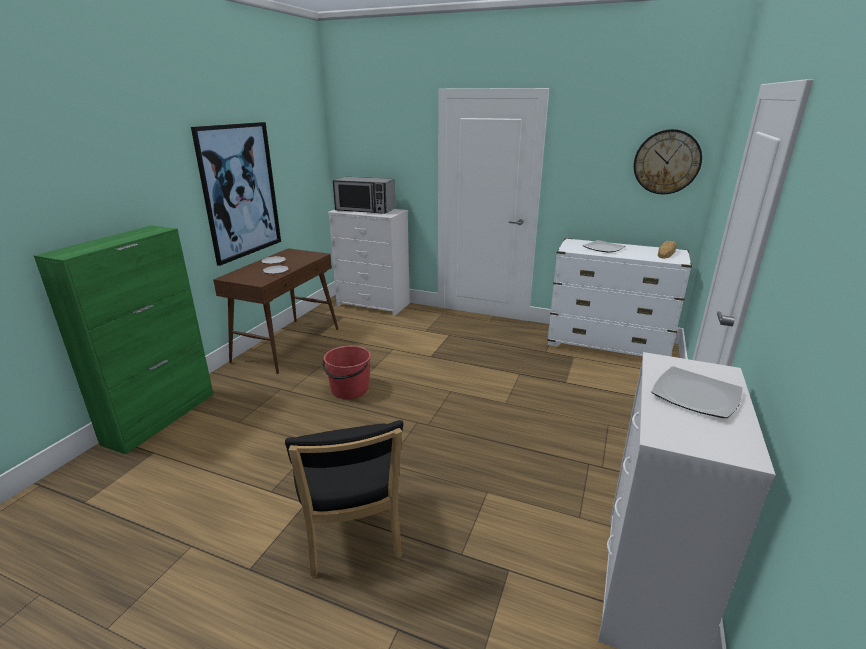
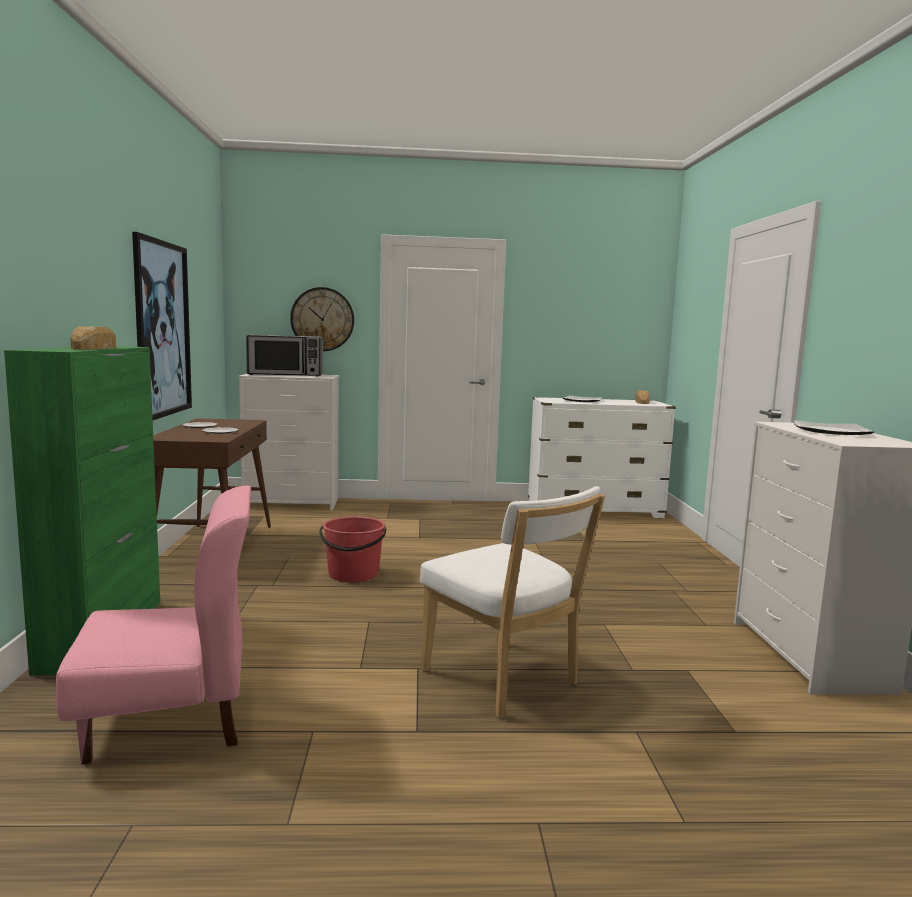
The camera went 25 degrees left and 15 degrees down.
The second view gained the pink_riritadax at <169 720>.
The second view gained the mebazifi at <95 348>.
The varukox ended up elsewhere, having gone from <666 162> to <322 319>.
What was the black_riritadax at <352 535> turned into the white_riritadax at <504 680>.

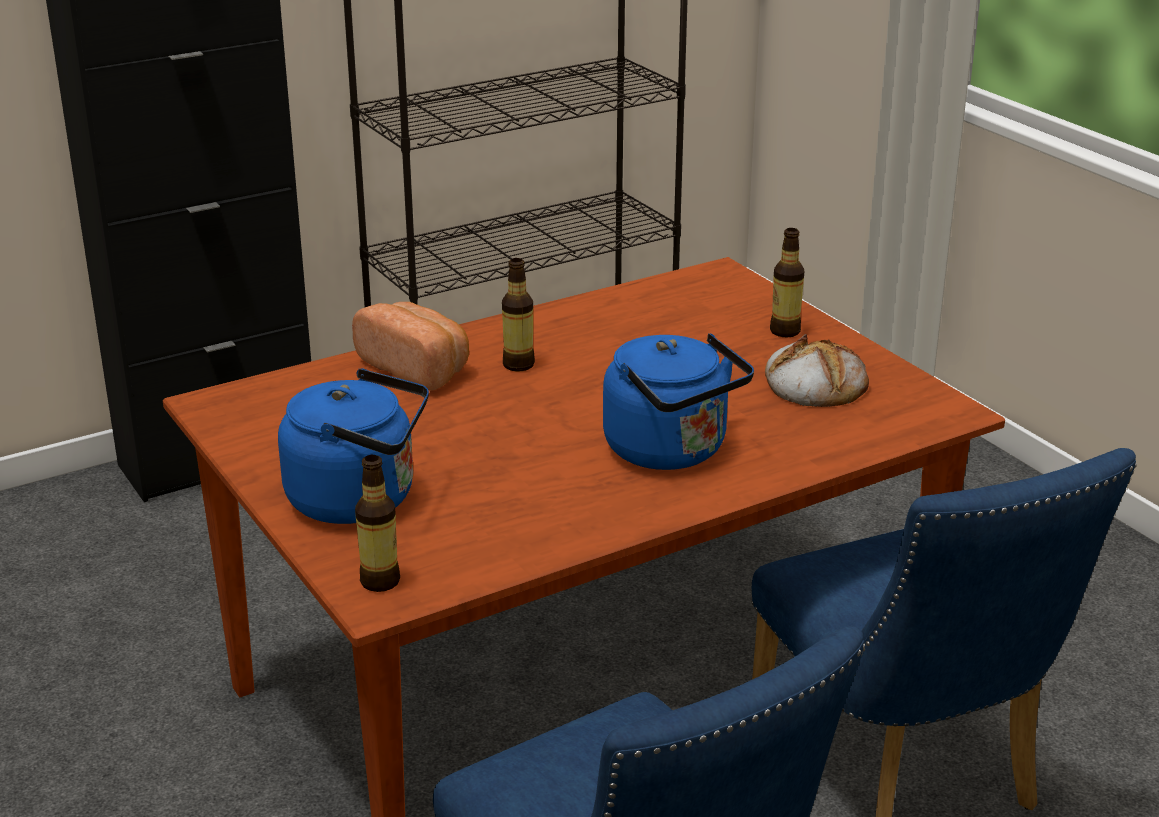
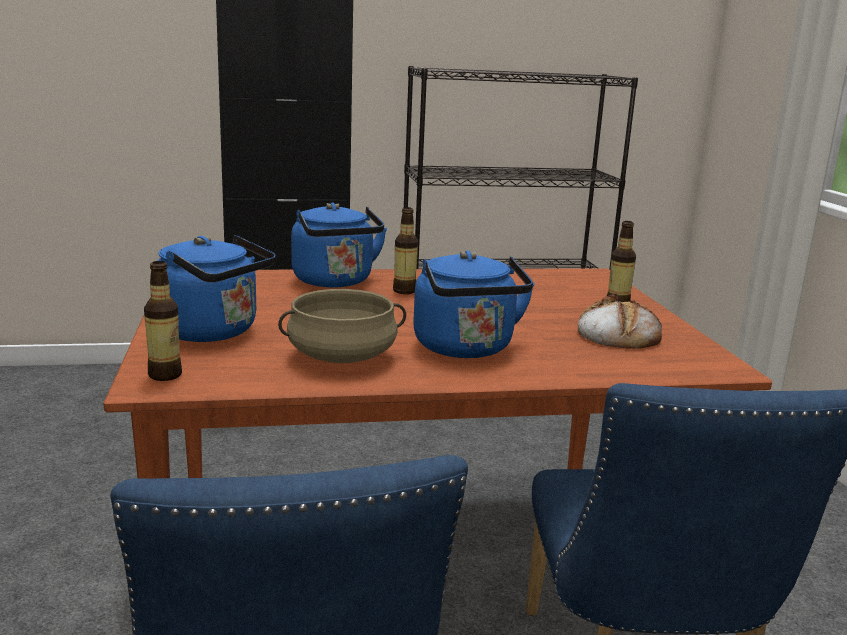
The camera went 20 degrees right and 10 degrees down.
The second view gained the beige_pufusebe at <342 357>.
Where the mebazifi stood at <417 368>, the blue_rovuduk came to stand at <335 282>.

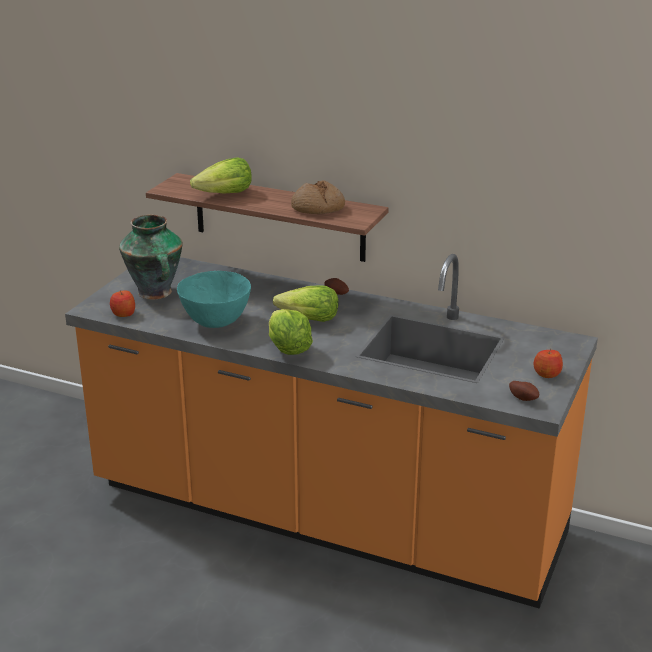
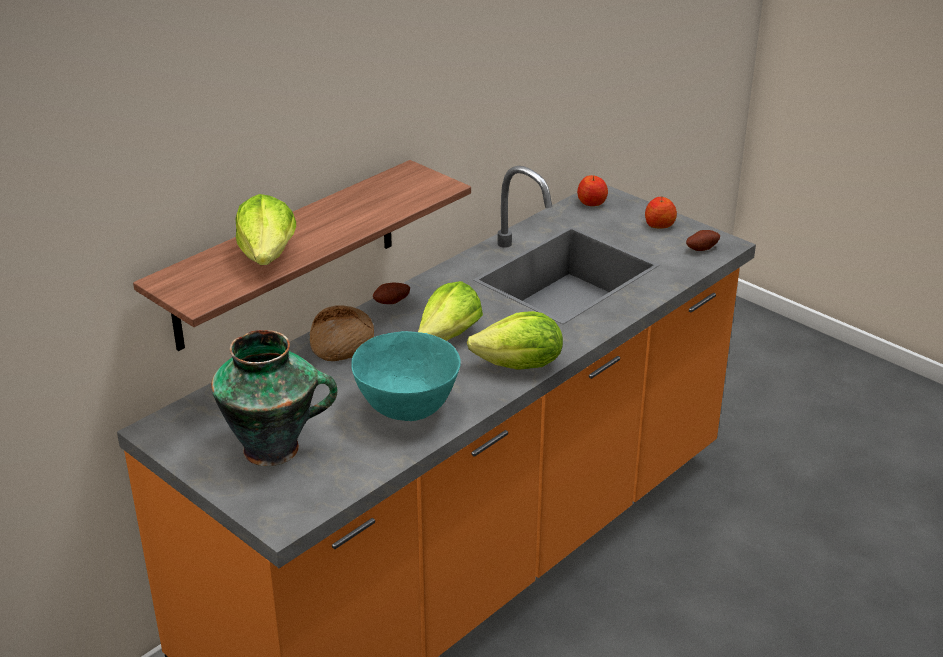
The camera went 70 degrees left and 5 degrees up.
The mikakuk ended up elsewhere, having gone from <123 314> to <592 203>.
The mebazifi ended up elsewhere, having gone from <318 208> to <342 343>.

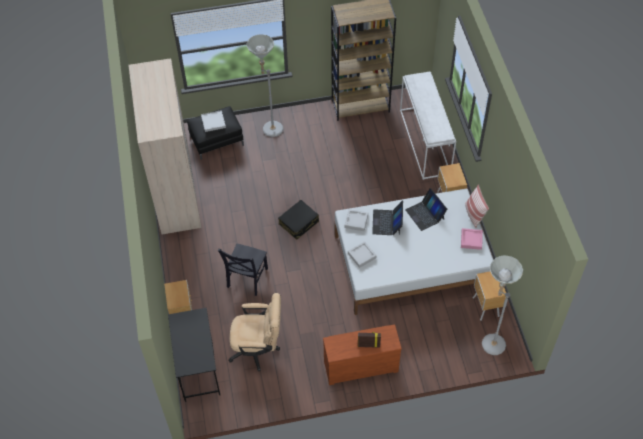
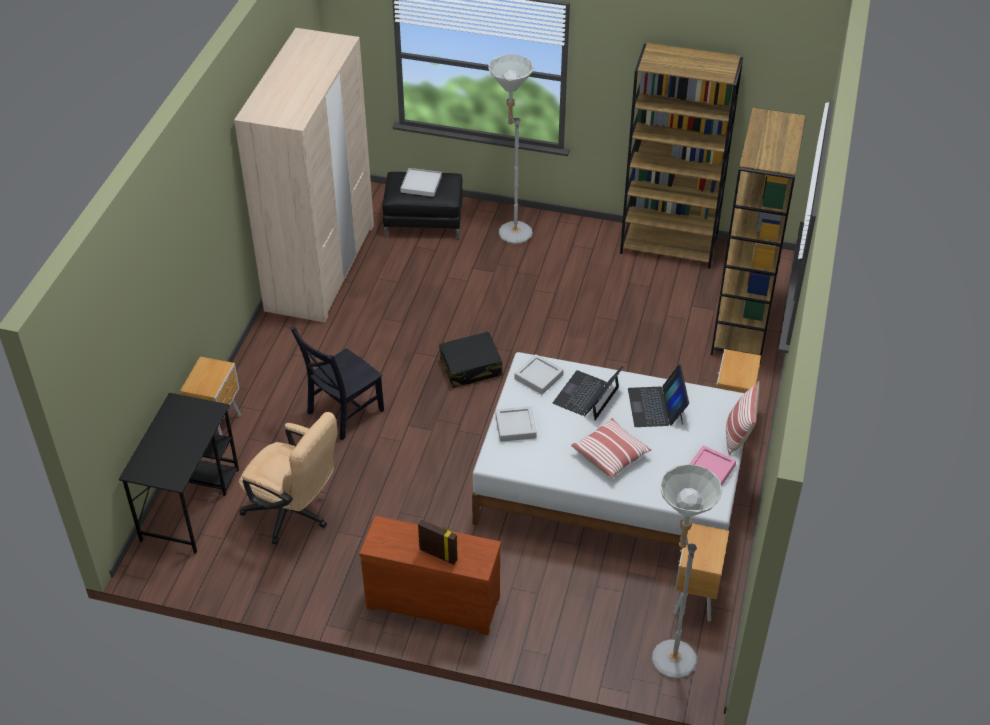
The camera went 25 degrees right and 10 degrees down.
The second view gained the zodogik at <611 455>.
Where the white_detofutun stood at <425 142>, the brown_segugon came to stand at <742 327>.

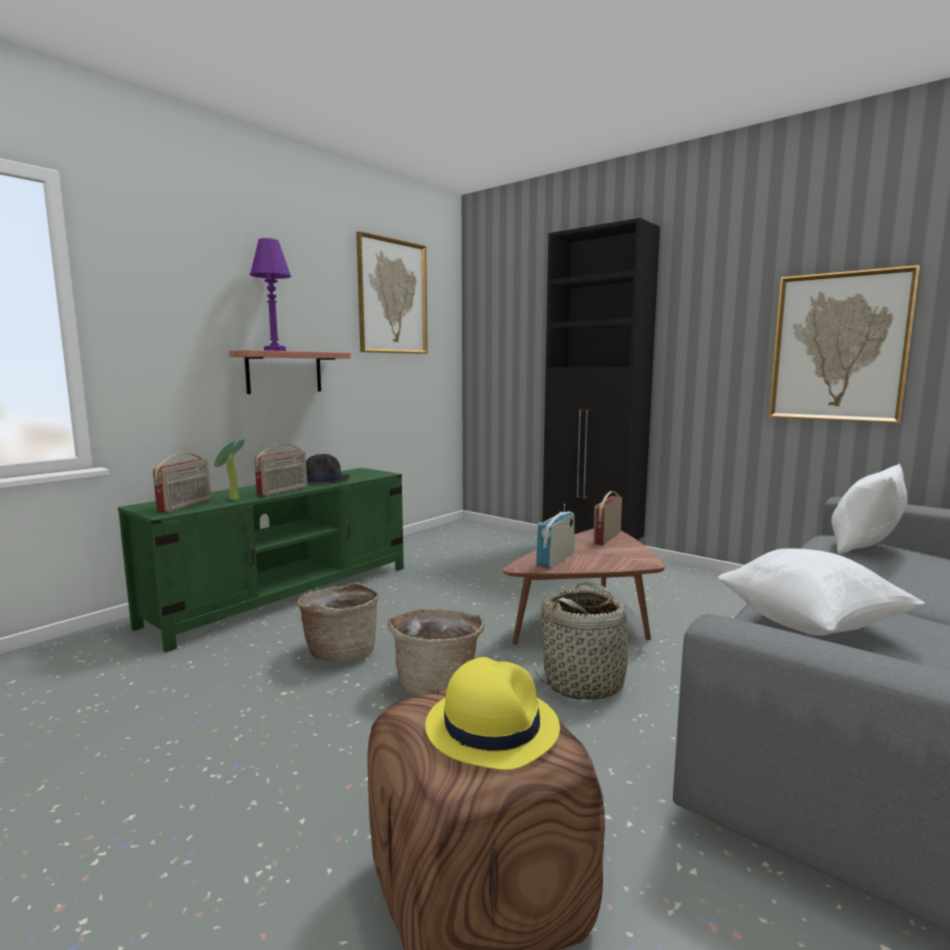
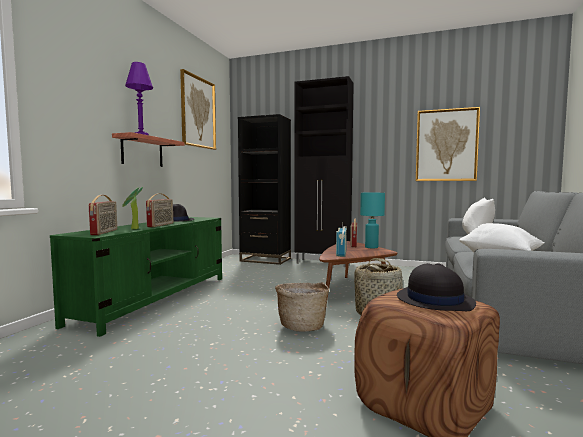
The camera went 20 degrees left and 5 degrees down.
The second view lost the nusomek at <341 651>.
The second view gained the black_segugon at <265 260>.
The second view gained the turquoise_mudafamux at <371 247>.
What was the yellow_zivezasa at <491 726> turned into the black_zivezasa at <434 300>.

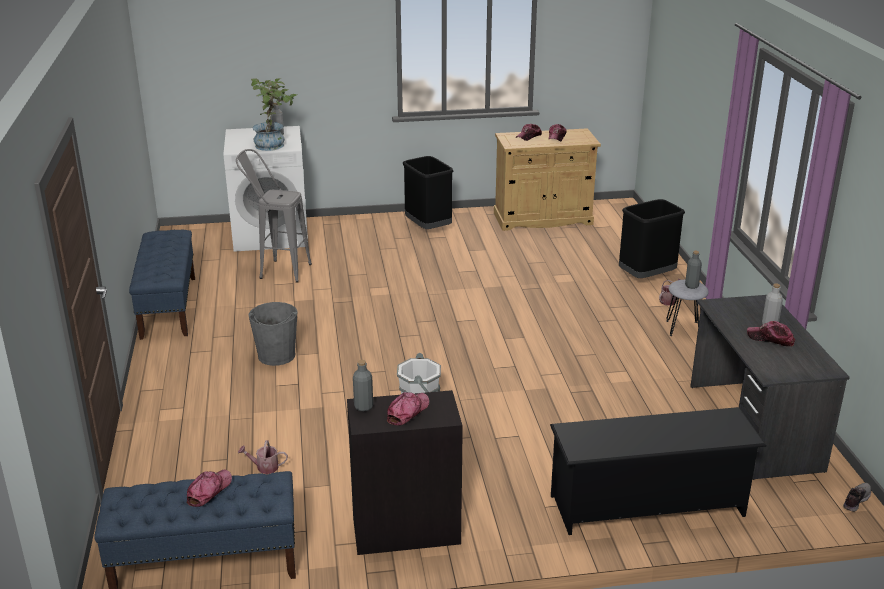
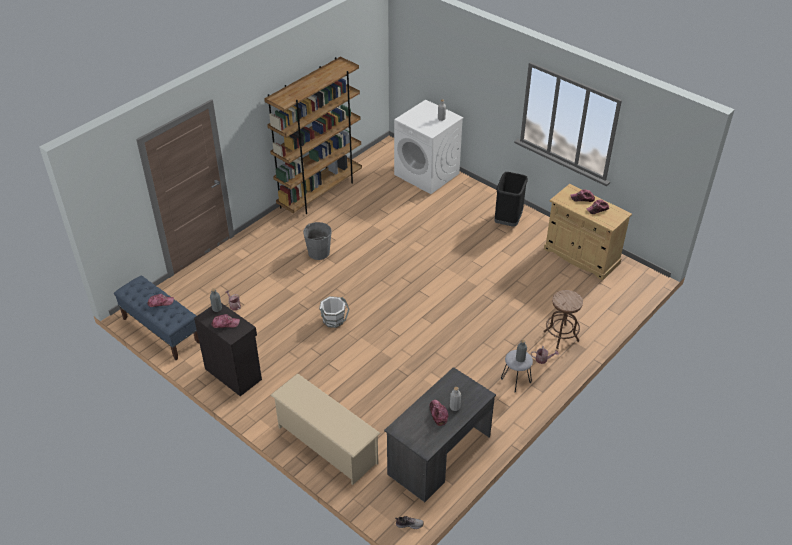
The camera went 50 degrees right and 15 degrees up.
The second view lost the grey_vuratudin at <277 270>.
The second view lost the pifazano at <274 145>.
Where the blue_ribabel stood at <168 307>, the brown_segugon came to stand at <320 192>.
Where the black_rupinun stood at <646 277>, the brown_vuratudin came to stand at <561 336>.
What was the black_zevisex at <648 506> turned into the beige_zevisex at <326 445>.

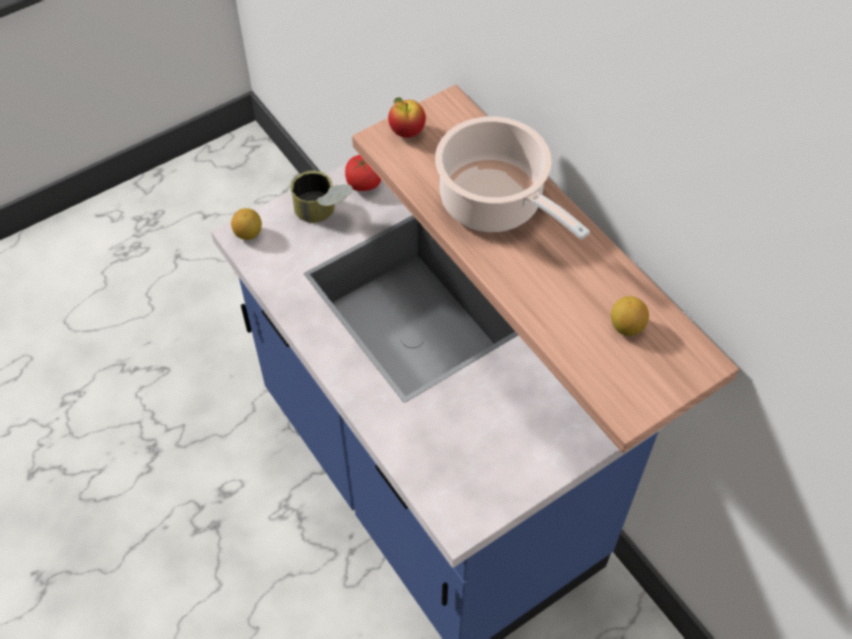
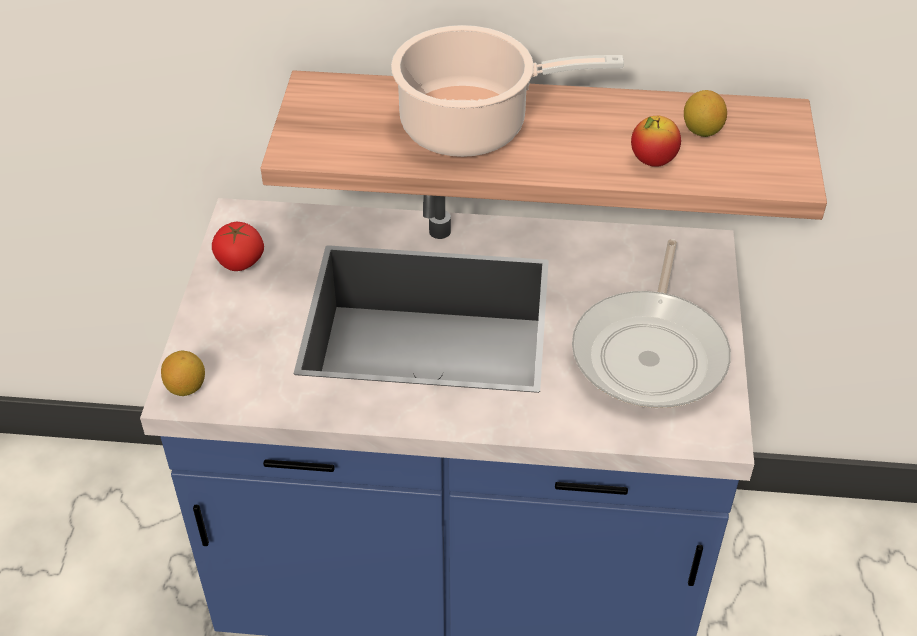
The camera went 50 degrees left and 10 degrees down.
The second view lost the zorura at <323 213>.
The second view gained the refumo at <651 352>.
The mikakuk ended up elsewhere, having gone from <407 132> to <652 161>.

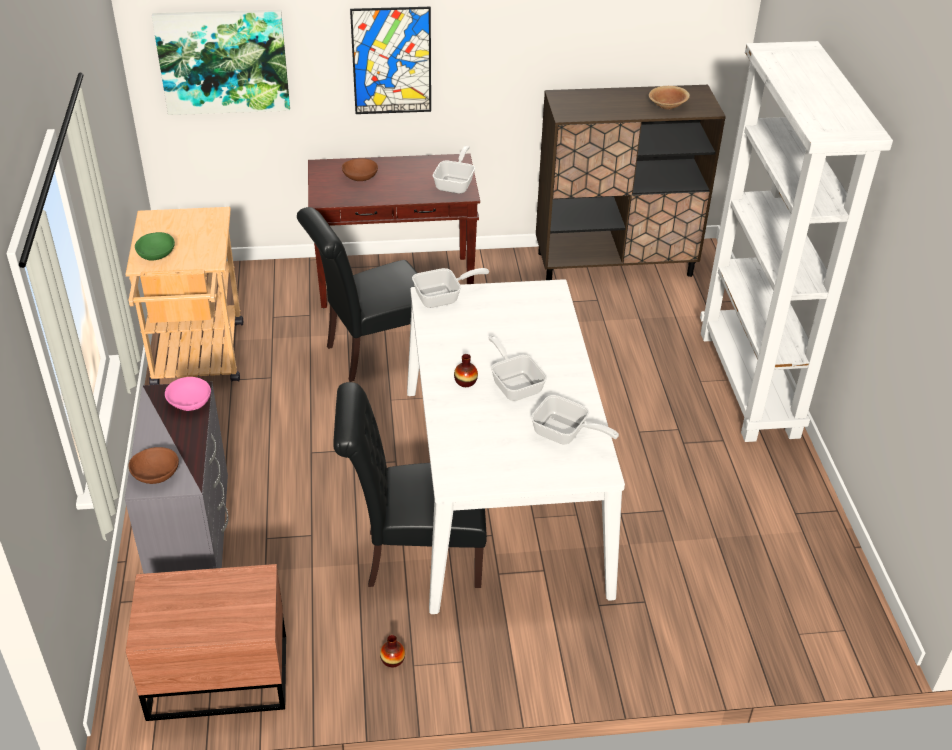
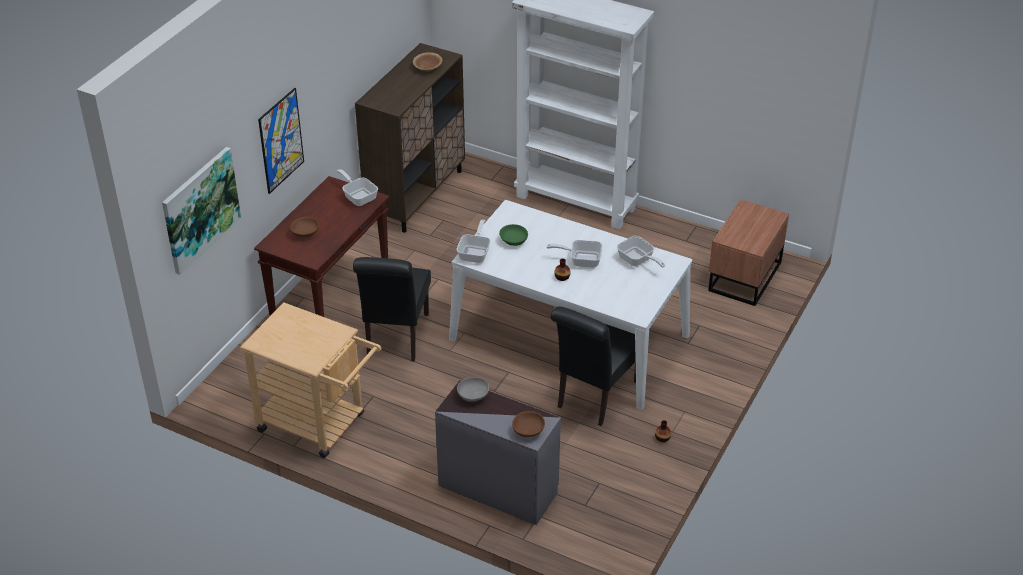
The camera went 55 degrees left and 0 degrees up.
The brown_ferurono ended up elsewhere, having gone from <216 675> to <743 277>.
The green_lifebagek ended up elsewhere, having gone from <157 255> to <514 241>.
What was the pink_lifebagek at <190 403> turned into the grey_lifebagek at <473 395>.
The refumo at <565 434> ended up facing another way, 75 degrees clockwise from before.

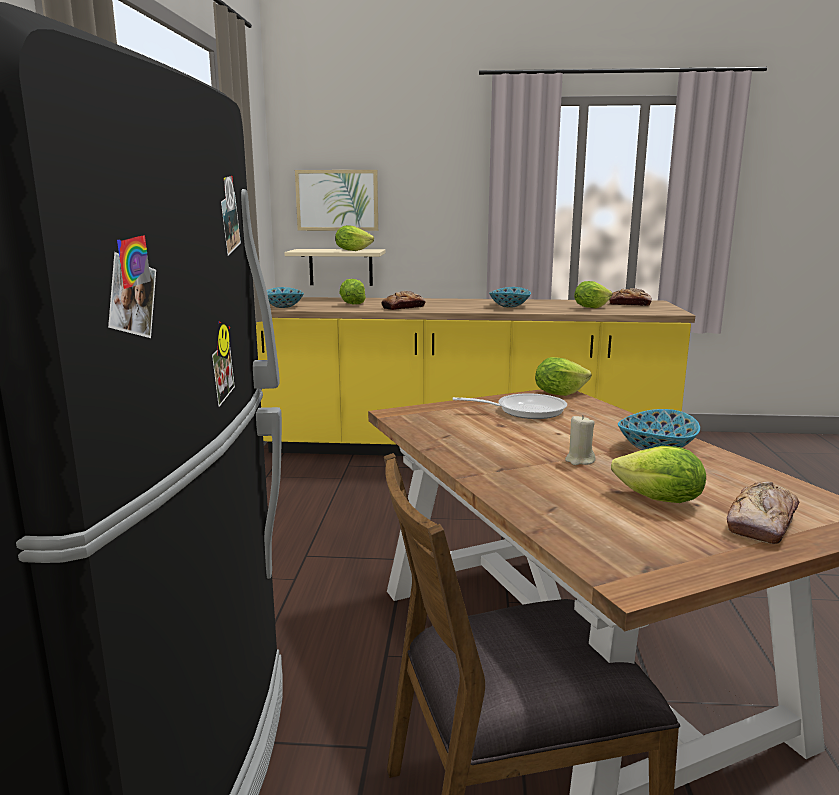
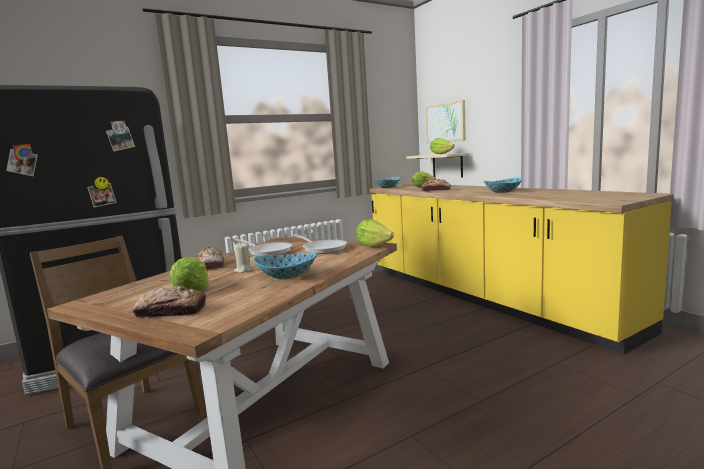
The camera went 55 degrees right and 5 degrees down.
The second view lost the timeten at <590 307>.
The second view gained the refumo at <267 252>.
The mebazifi ended up elsewhere, having gone from <629 304> to <211 264>.

